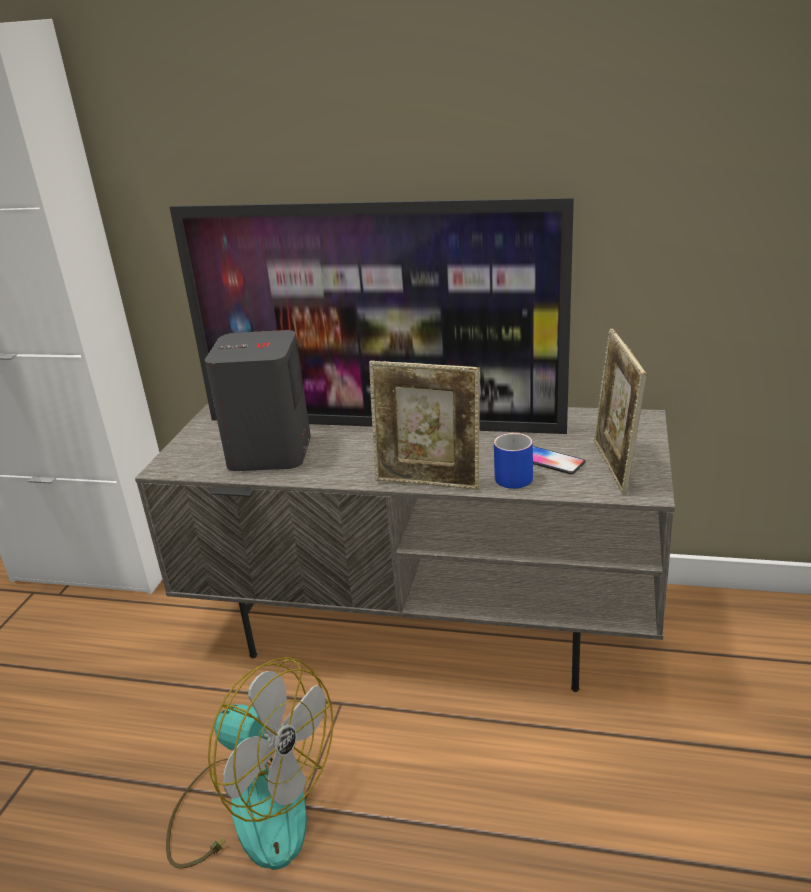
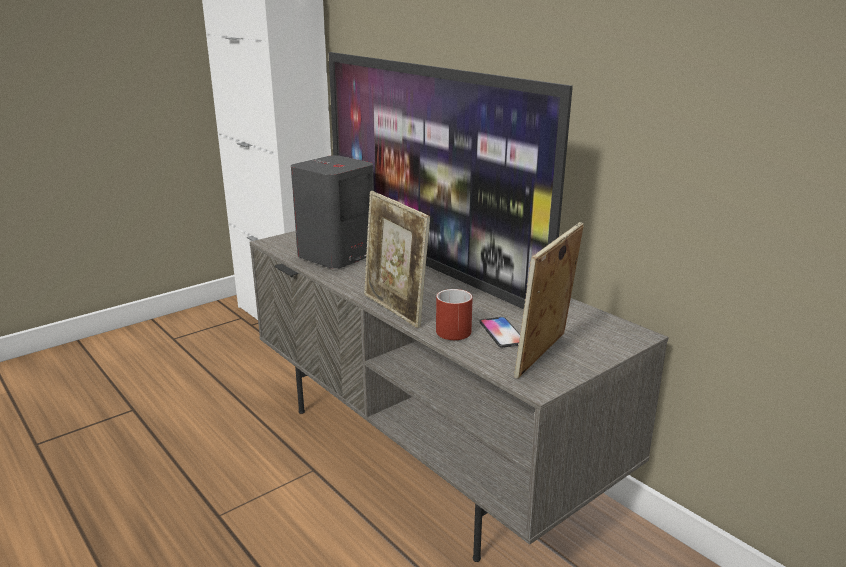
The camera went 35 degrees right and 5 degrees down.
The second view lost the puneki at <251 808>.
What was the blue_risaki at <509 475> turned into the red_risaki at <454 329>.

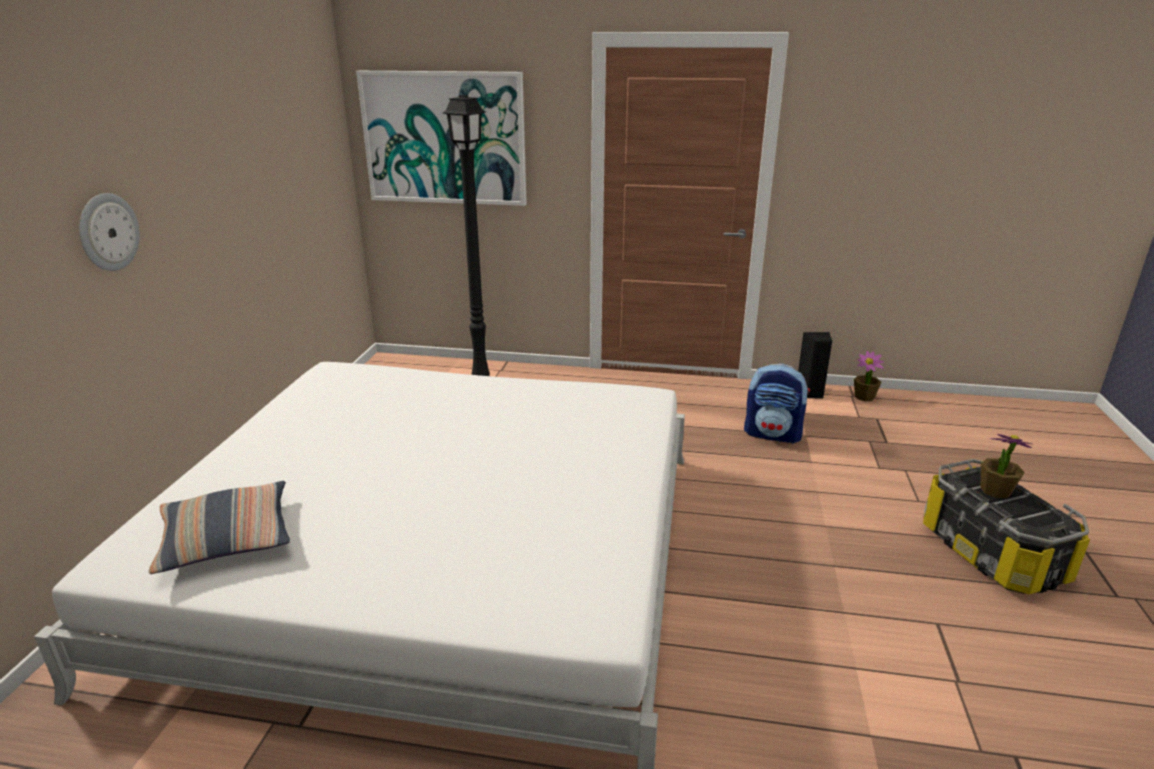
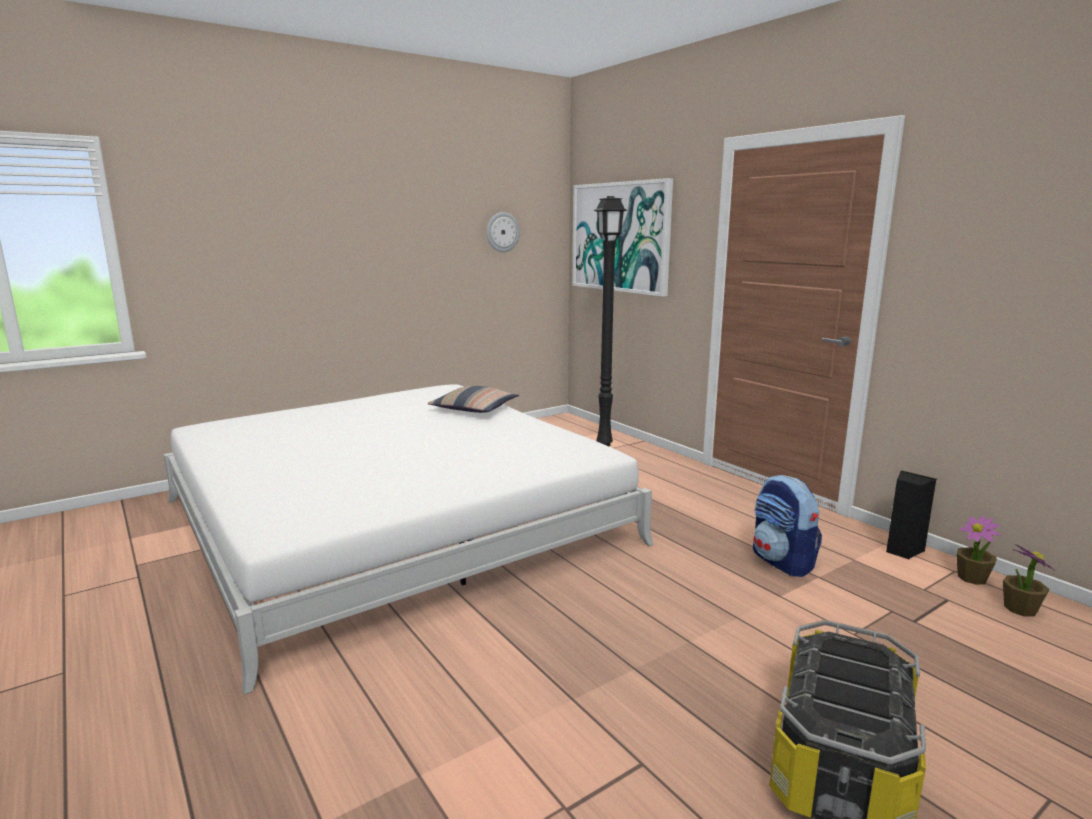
The camera went 45 degrees right and 10 degrees down.
The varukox ended up elsewhere, having gone from <108 232> to <502 232>.
The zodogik ended up elsewhere, having gone from <226 538> to <474 409>.
The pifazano ended up elsewhere, having gone from <995 491> to <1020 609>.

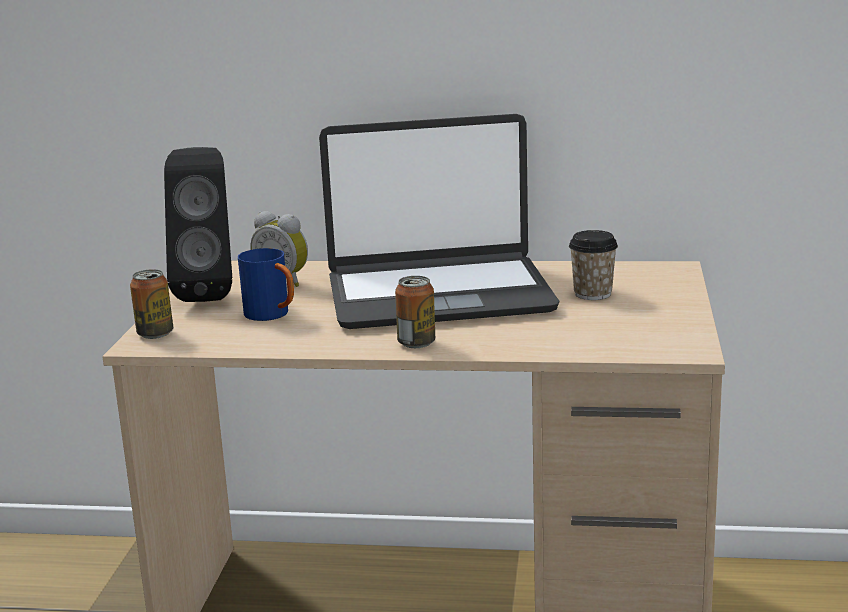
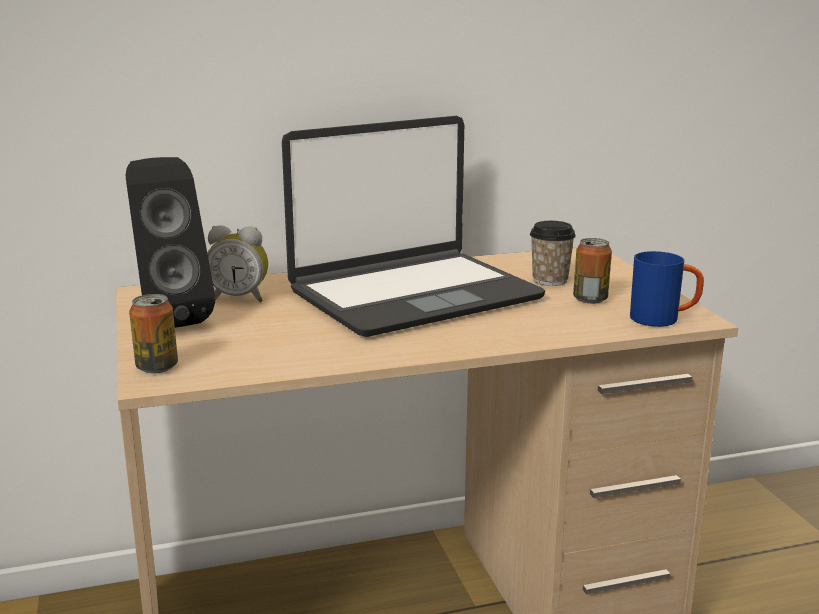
The camera went 25 degrees left and 0 degrees up.
The blue_risaki ended up elsewhere, having gone from <273 315> to <663 320>.
The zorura ended up elsewhere, having gone from <416 343> to <590 299>.

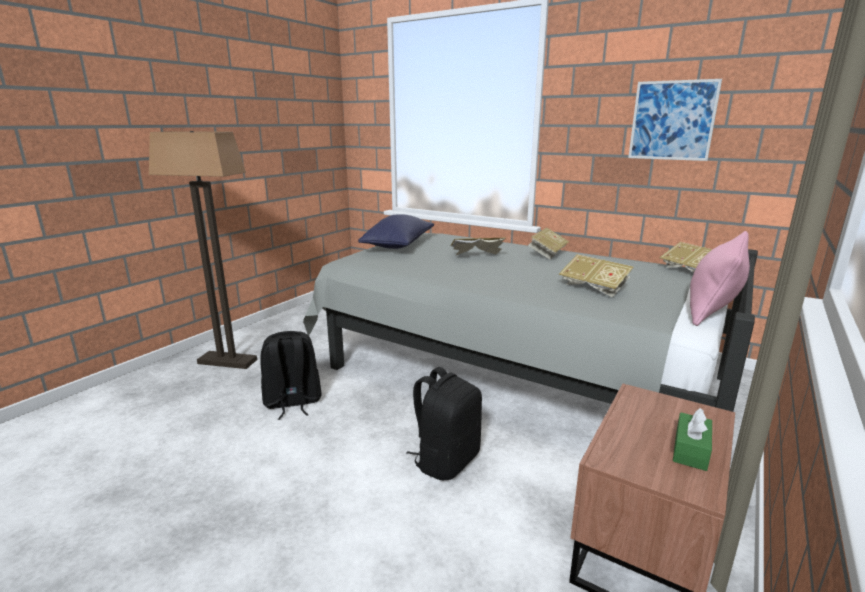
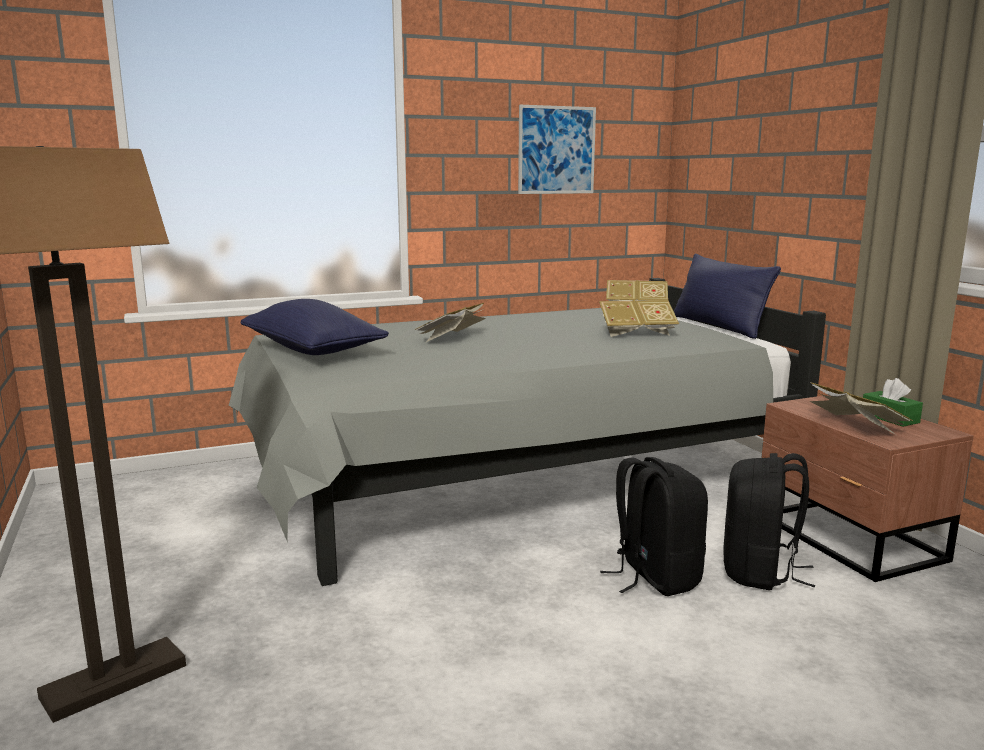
The camera went 55 degrees left and 5 degrees down.
The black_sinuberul ended up elsewhere, having gone from <292 403> to <760 572>.
The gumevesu ended up elsewhere, having gone from <547 254> to <854 427>.
What was the pink_zodogik at <713 306> turned into the blue_zodogik at <718 326>.

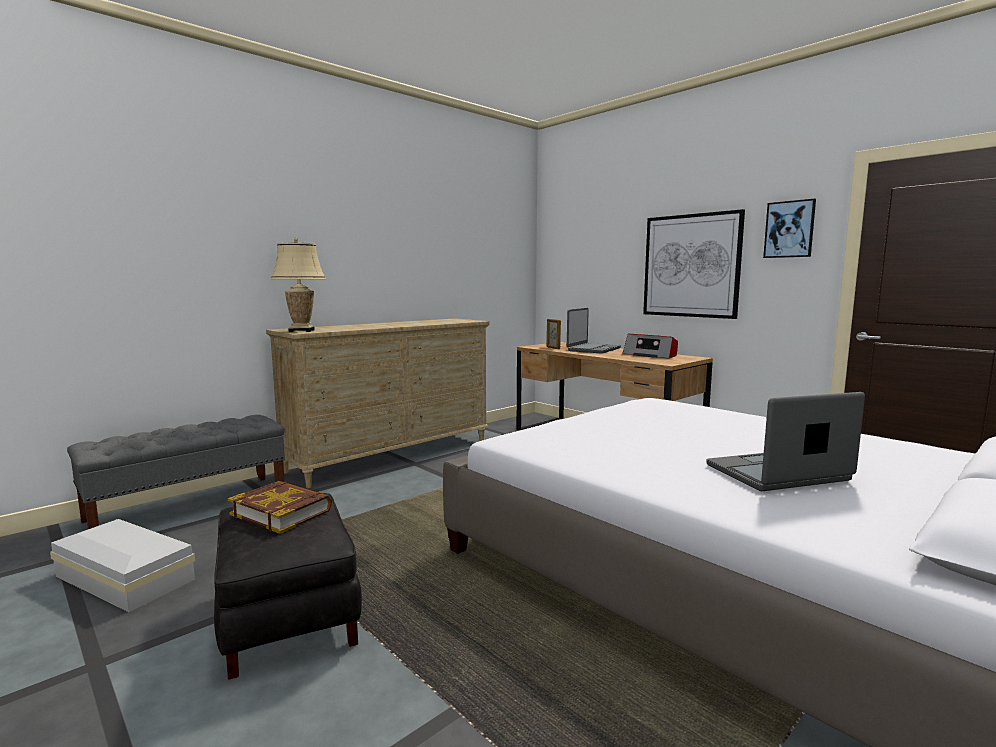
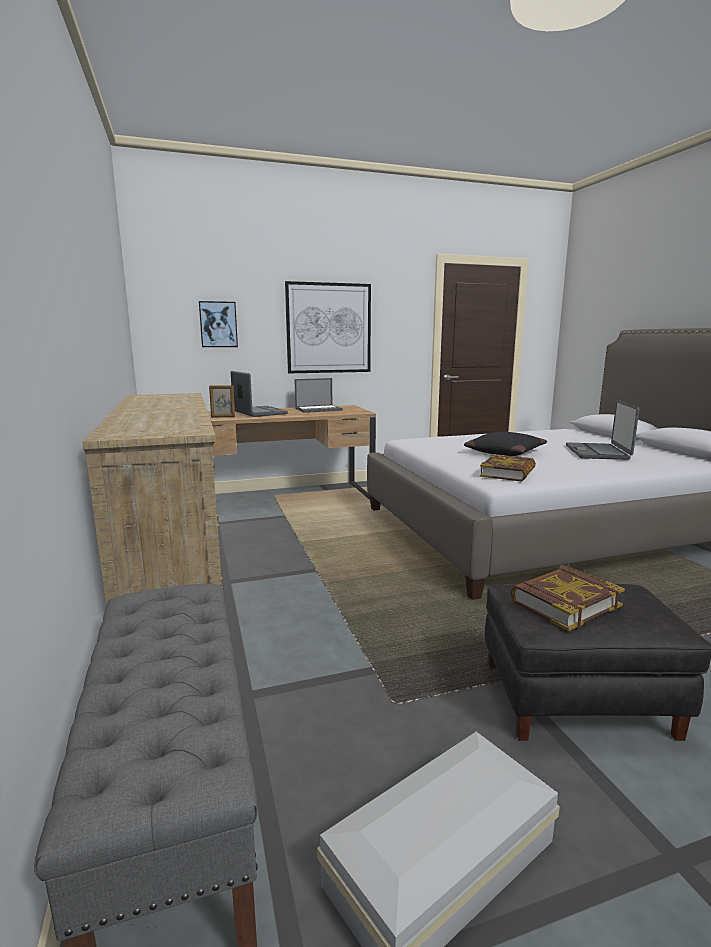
The camera went 65 degrees left and 5 degrees up.
The second view lost the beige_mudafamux at <301 331>.
The second view gained the black_zodogik at <504 452>.
The second view gained the gumevesu at <508 473>.
The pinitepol ended up elsewhere, having gone from <789 229> to <218 324>.
Where the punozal stood at <650 355>, the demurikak came to stand at <319 409>.

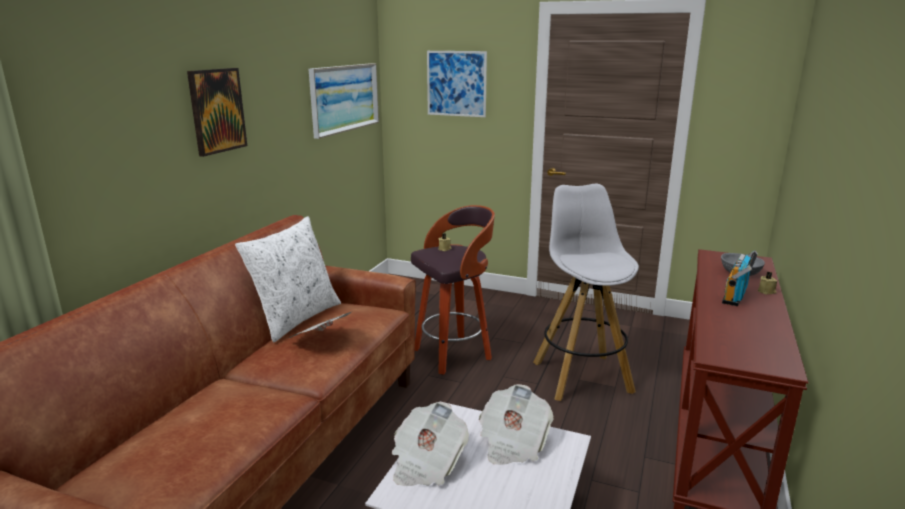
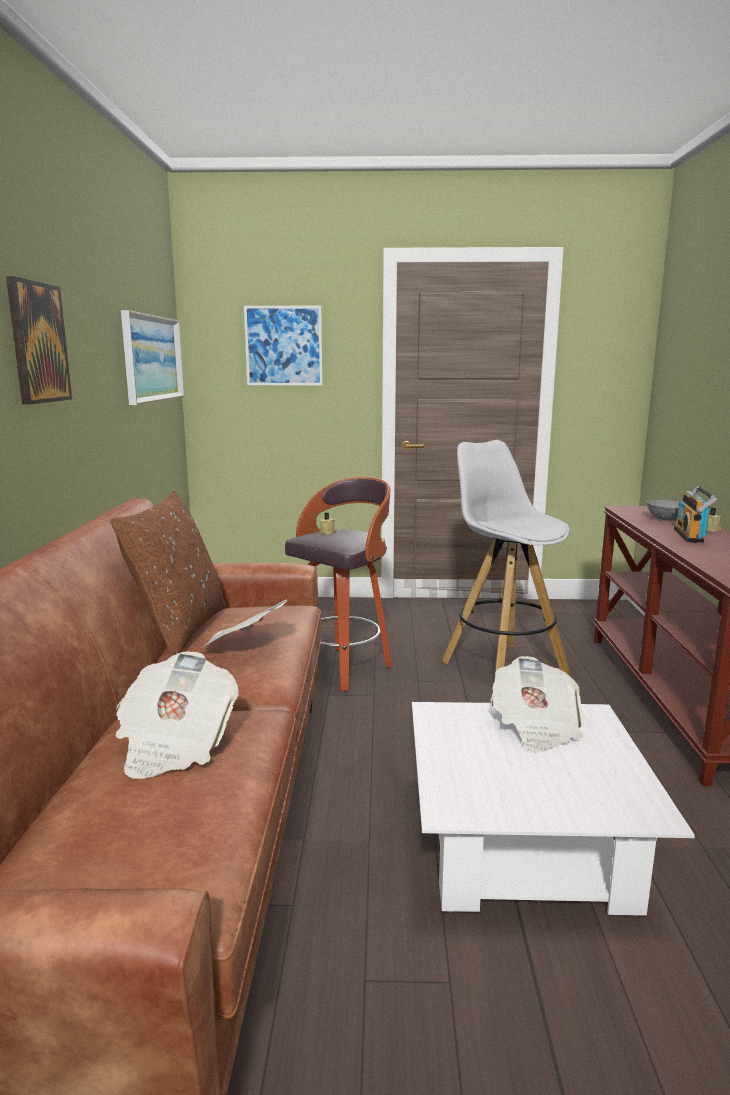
The camera went 20 degrees left and 5 degrees down.
The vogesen ended up elsewhere, having gone from <426 463> to <175 744>.
What was the white_zodogik at <296 318> turned into the brown_zodogik at <179 630>.

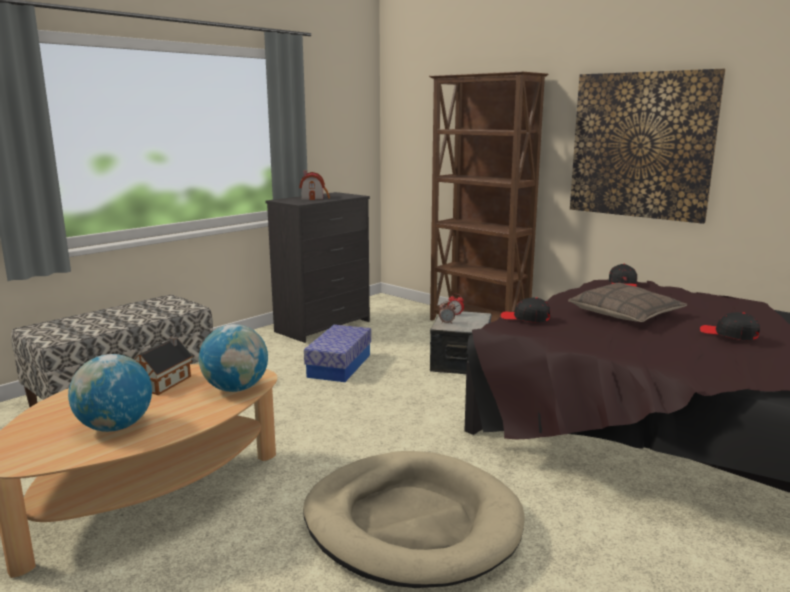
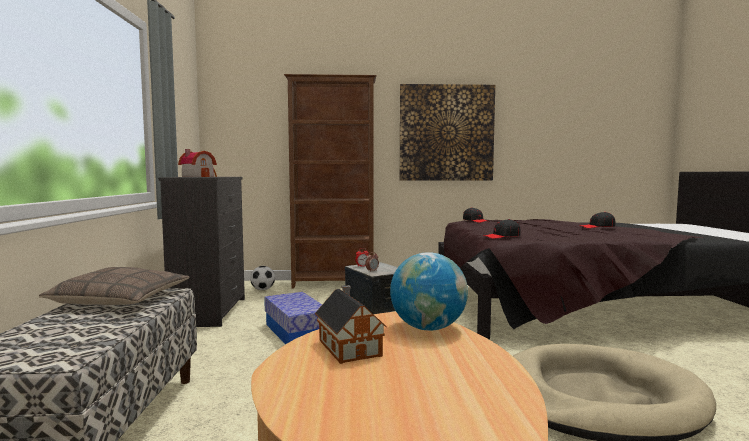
The camera went 45 degrees left and 10 degrees down.
The second view lost the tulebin at <115 427>.
The second view gained the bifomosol at <263 289>.
The zodogik ended up elsewhere, having gone from <625 314> to <121 300>.

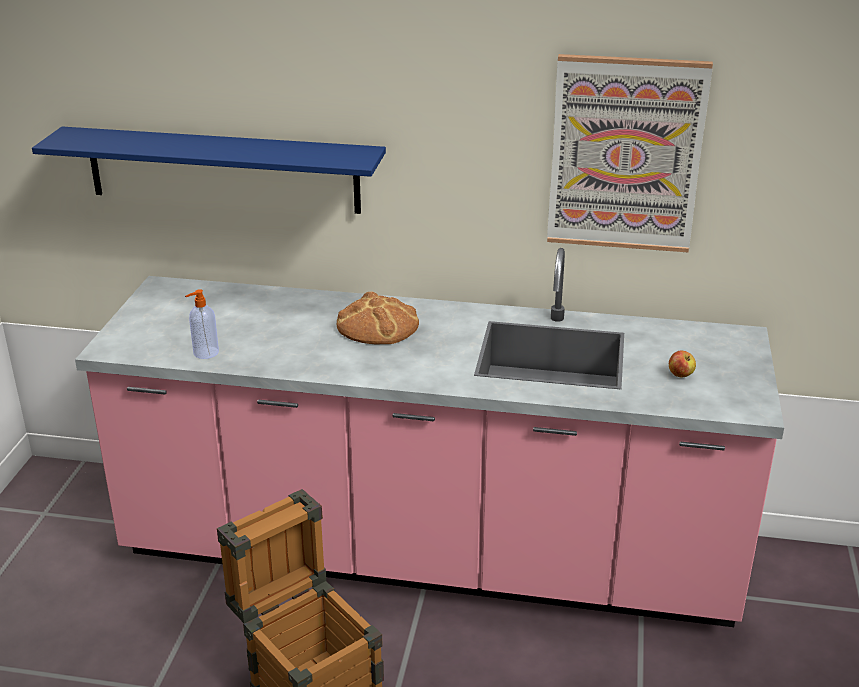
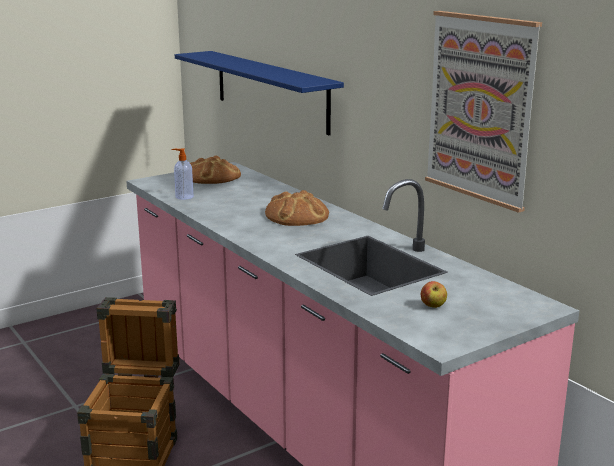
The camera went 45 degrees right and 10 degrees down.
The second view gained the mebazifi at <212 176>.

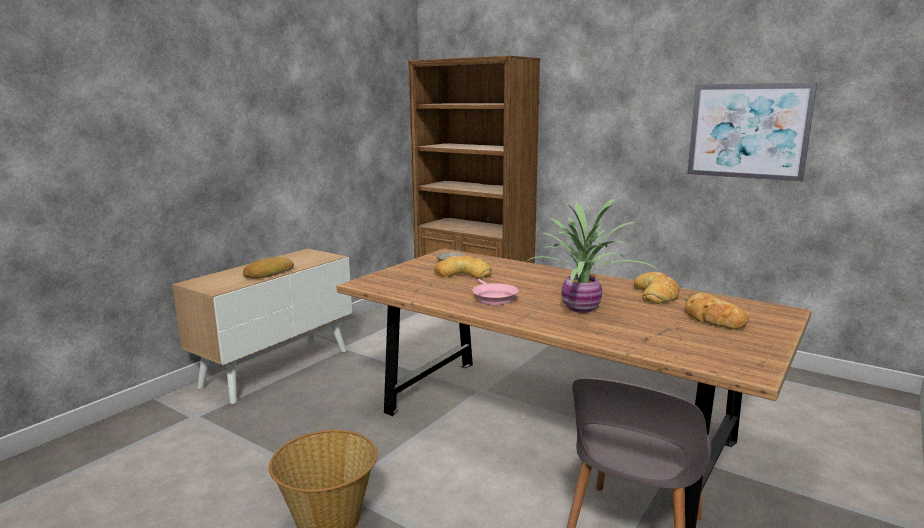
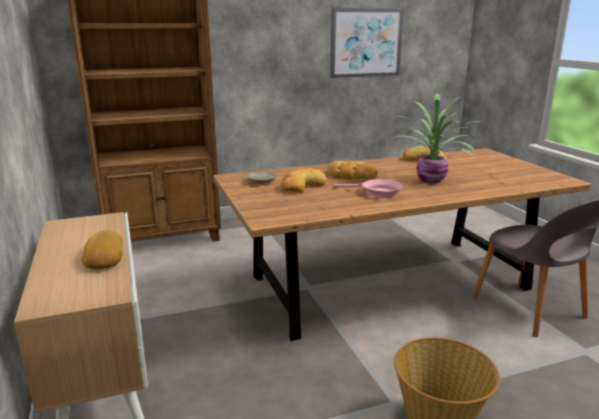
The camera went 55 degrees left and 5 degrees up.
The mebazifi ended up elsewhere, having gone from <712 318> to <351 175>.

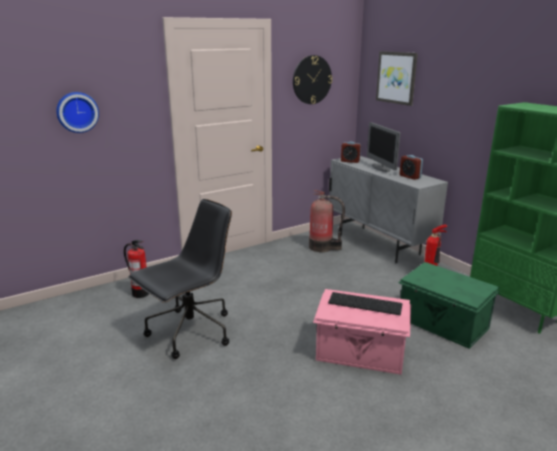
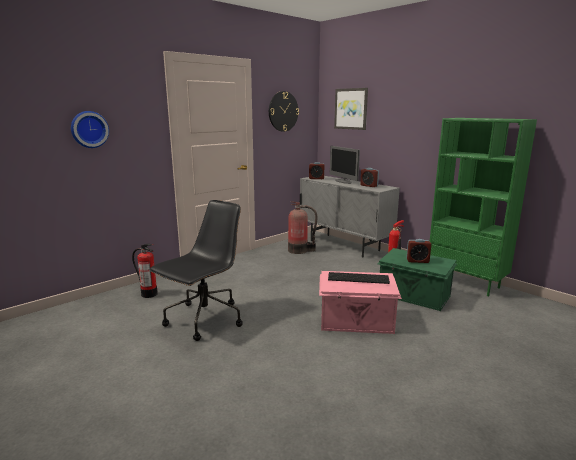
The camera went 10 degrees left and 5 degrees down.
The second view gained the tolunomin at <417 261>.

